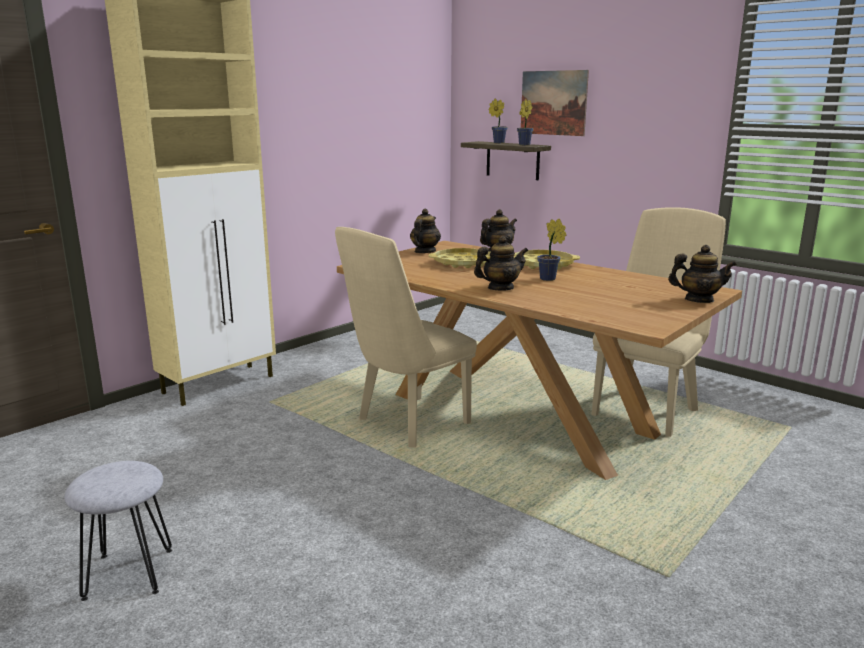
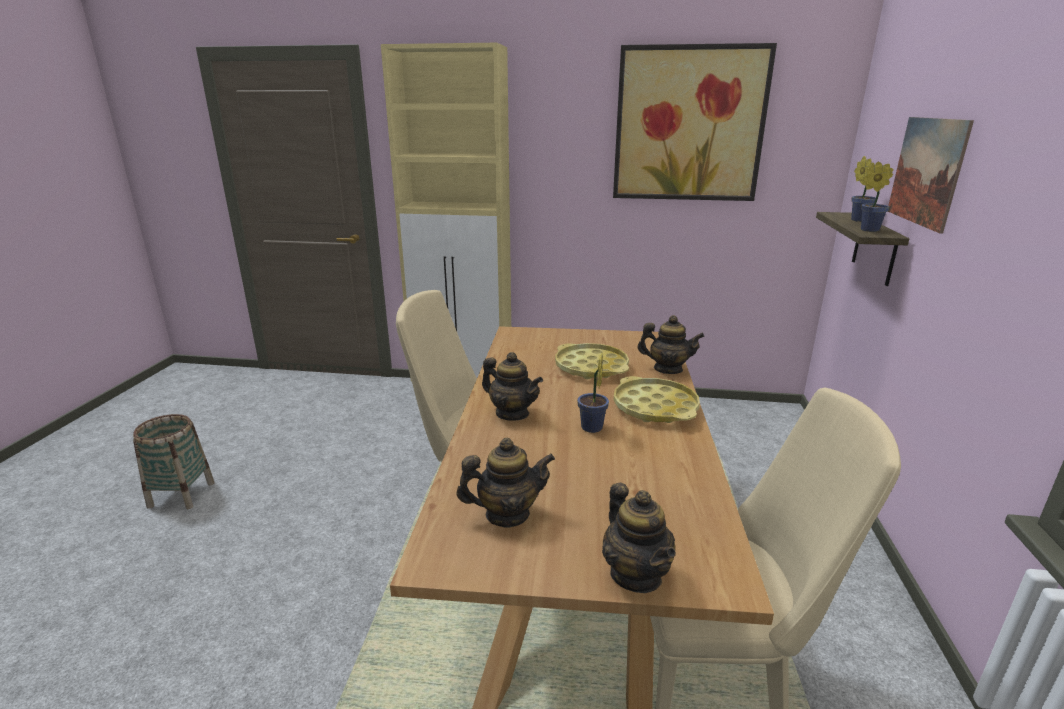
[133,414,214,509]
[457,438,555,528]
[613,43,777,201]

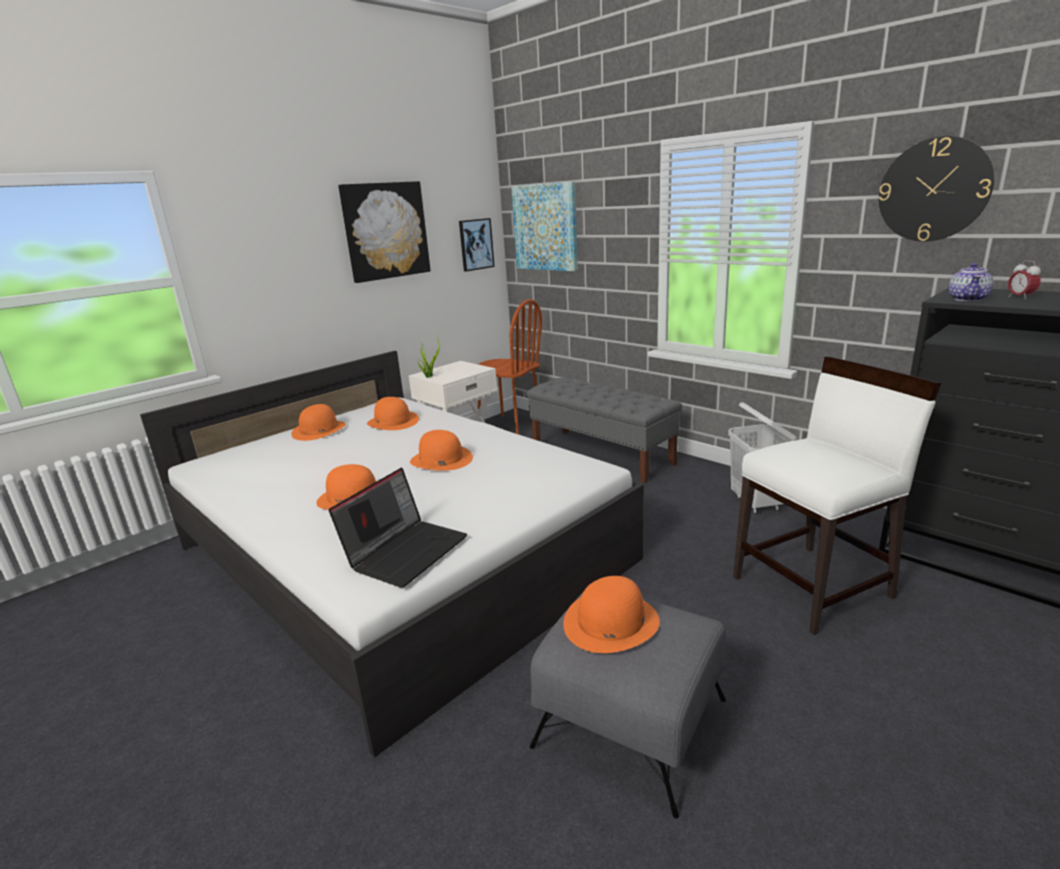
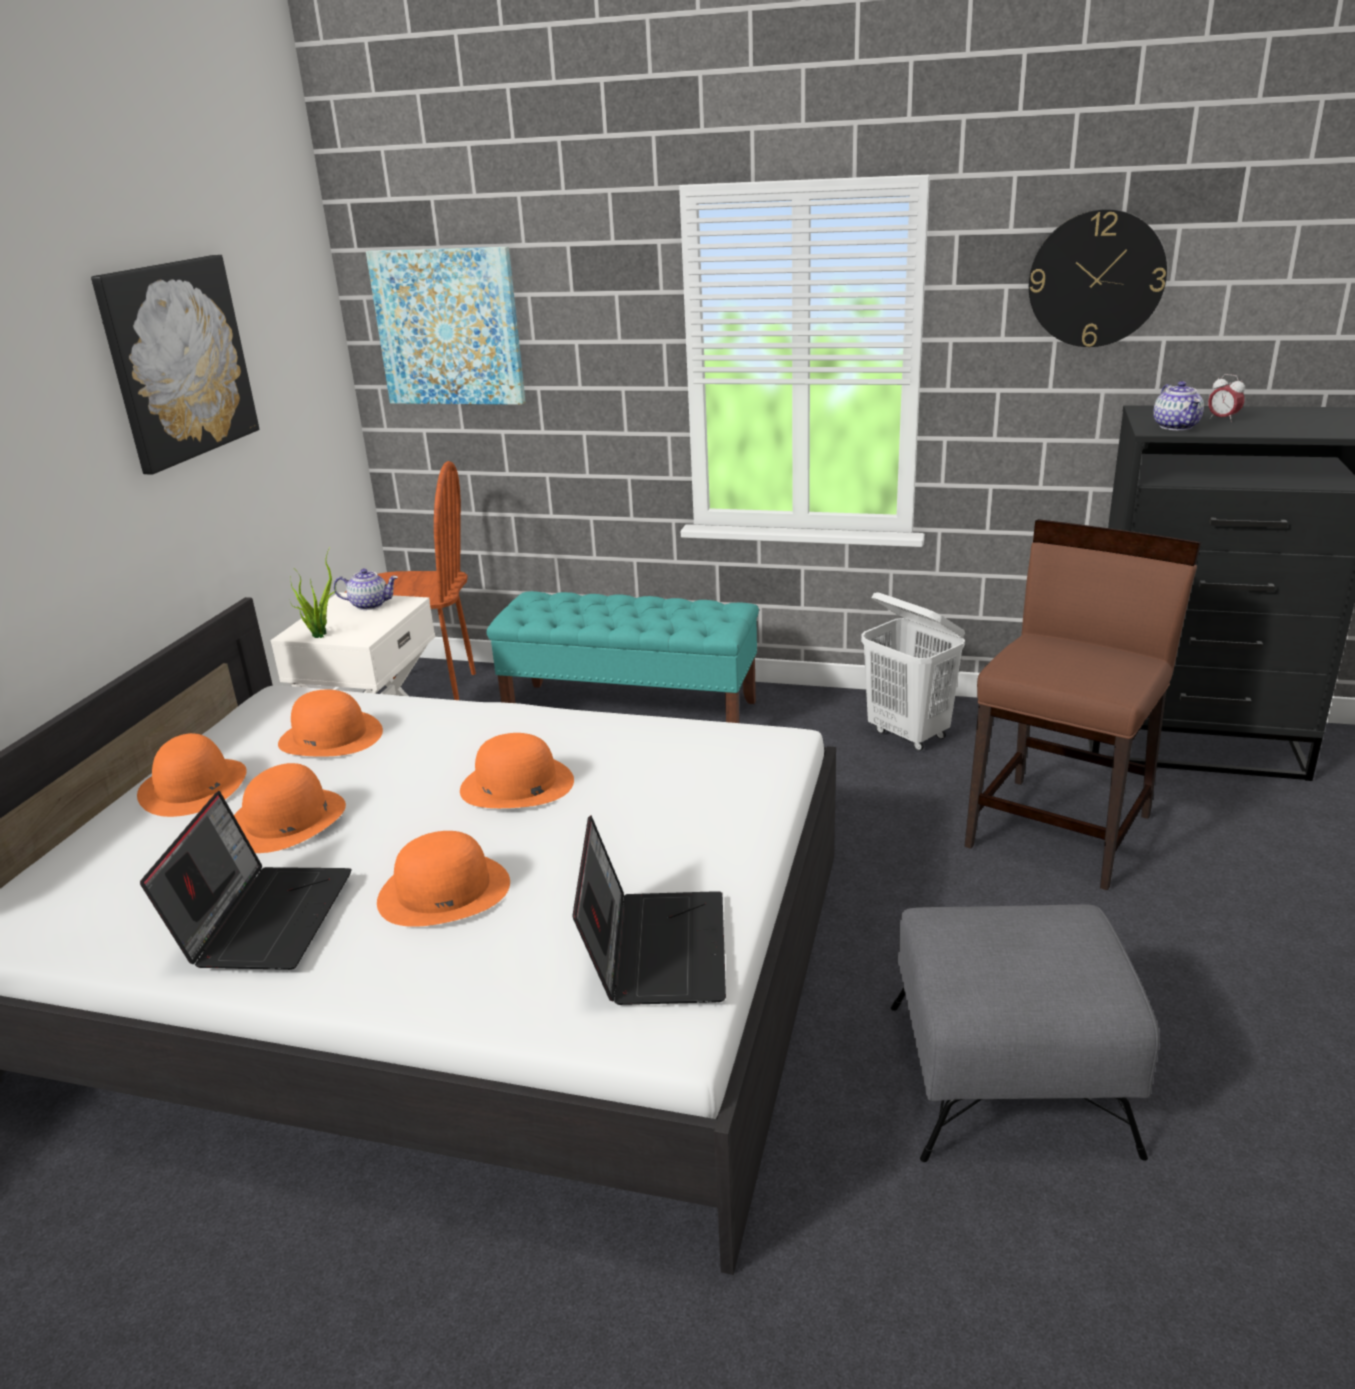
[459,218,495,271] (first image)
[487,591,759,723]
[234,763,346,853]
[964,519,1201,891]
[140,791,352,970]
[333,568,398,610]

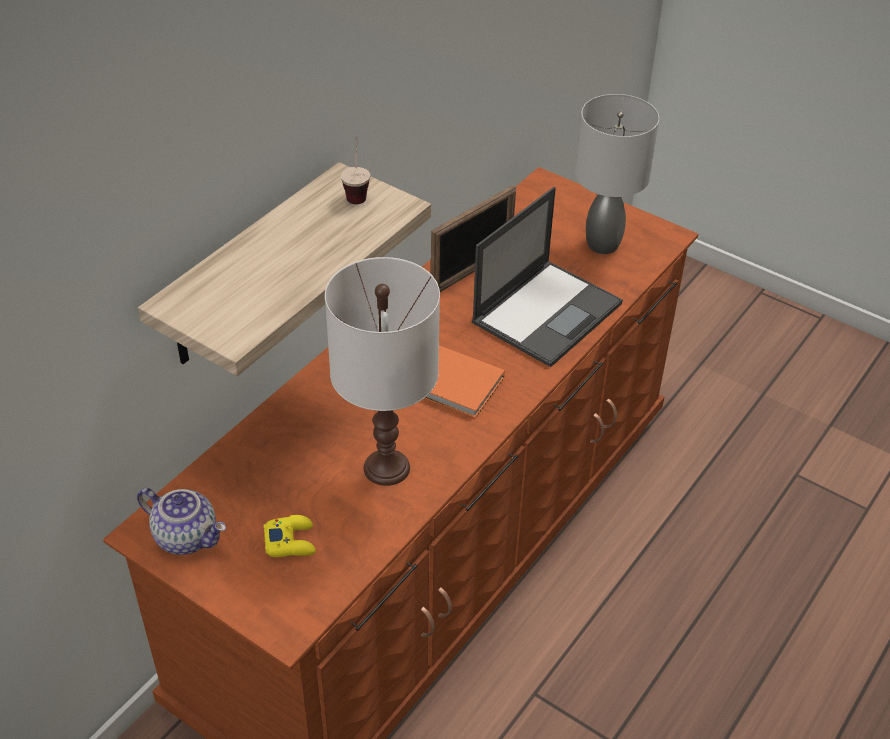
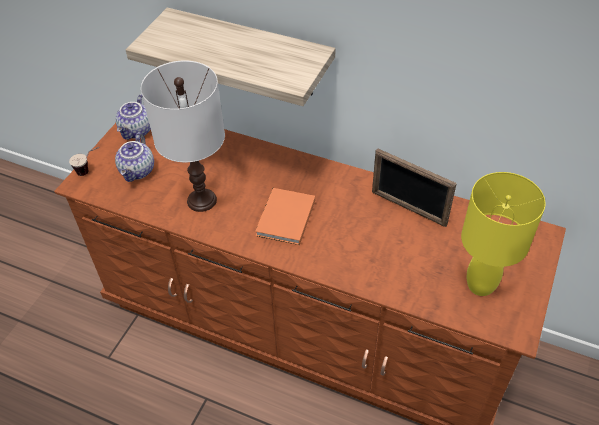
[115,132,154,182]
[69,147,99,176]
[472,187,623,367] (first image)
[461,172,545,296]

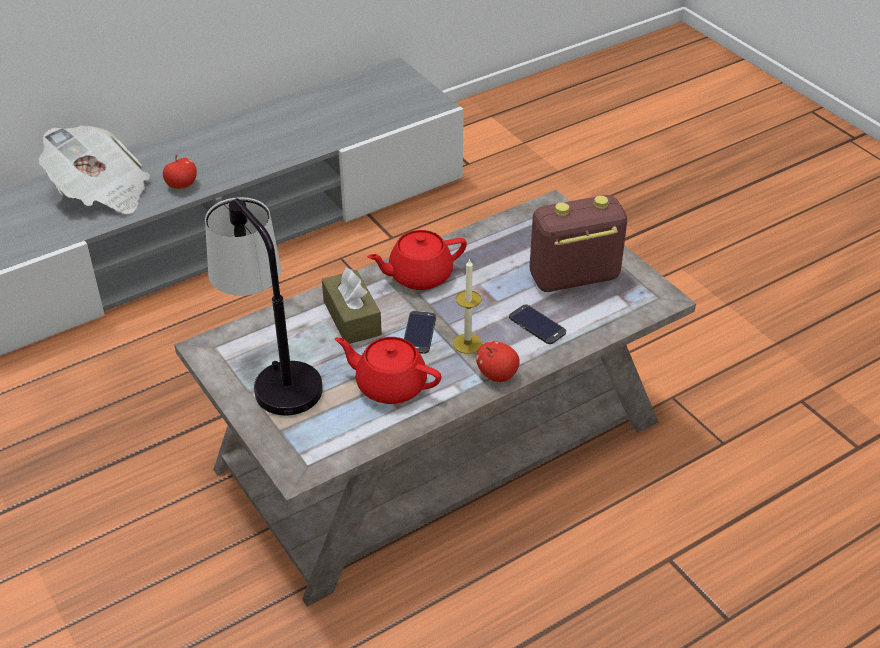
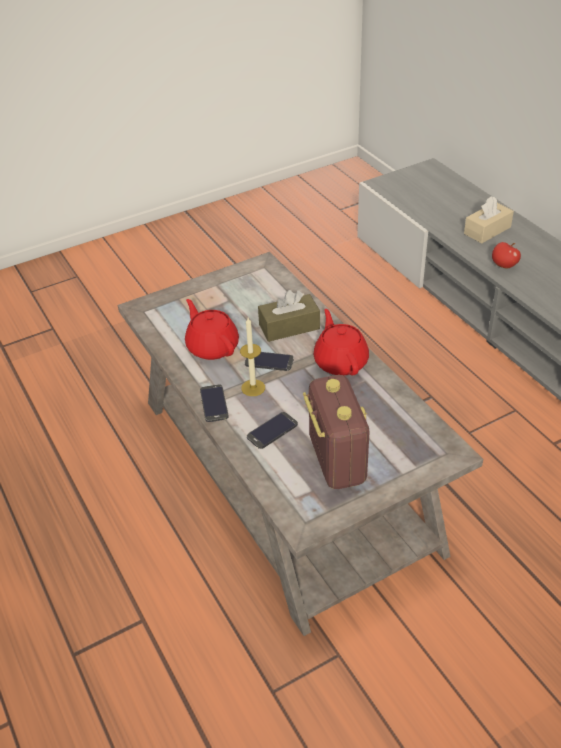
[464,196,514,243]
[205,197,323,416] (first image)
[185,299,239,360]
[200,384,229,422]

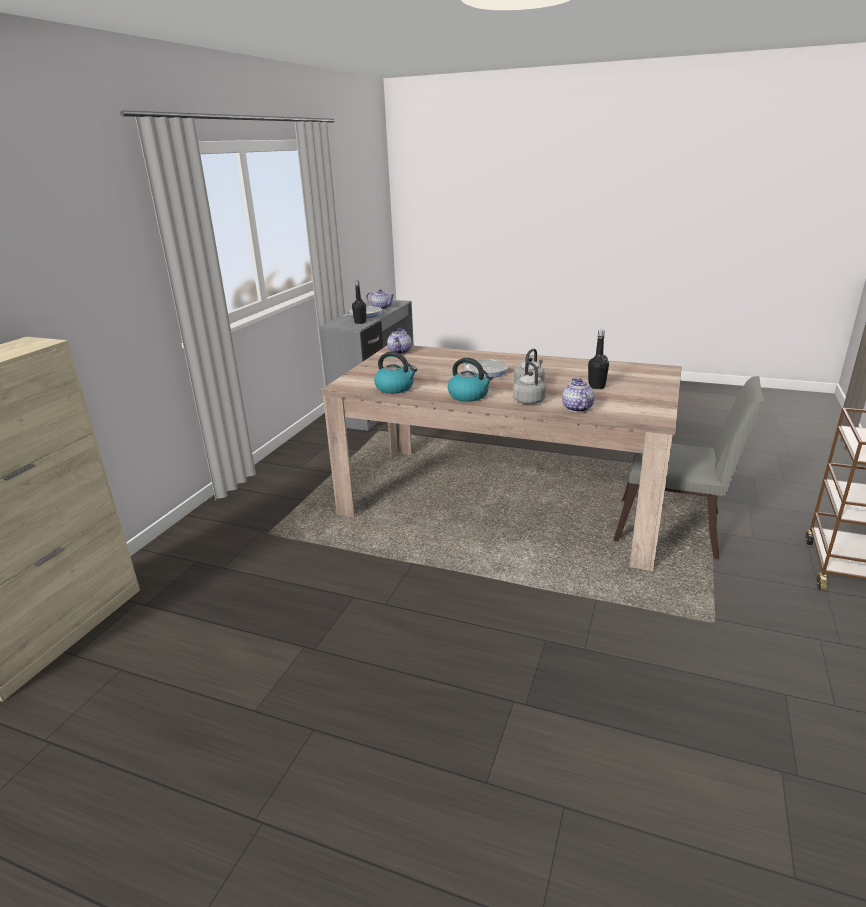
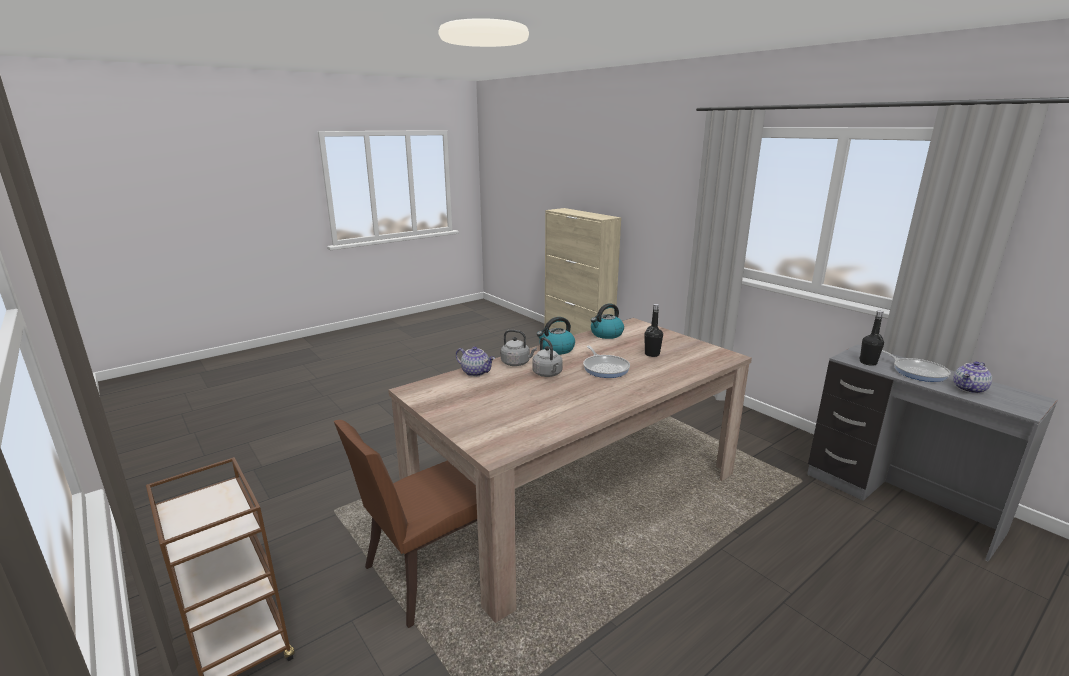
[387,328,412,354] (first image)
[645,304,663,357]
[334,420,477,628]

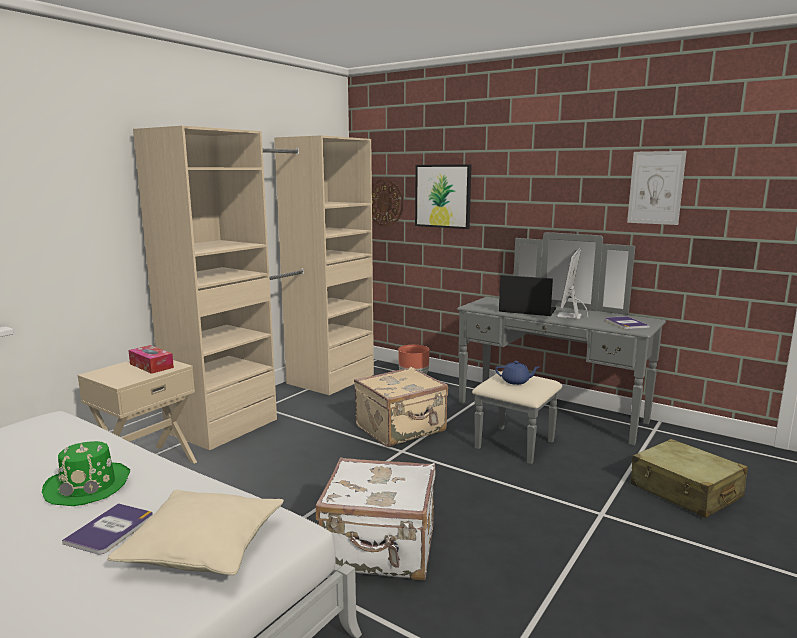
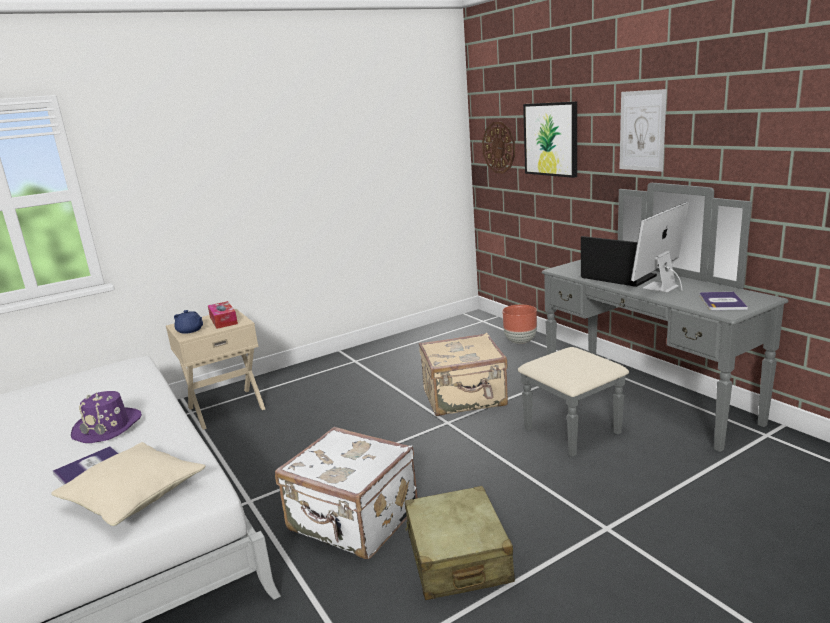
[71,391,142,443]
[133,126,374,450] (first image)
[174,310,203,334]
[619,89,667,172]
[405,486,515,600]

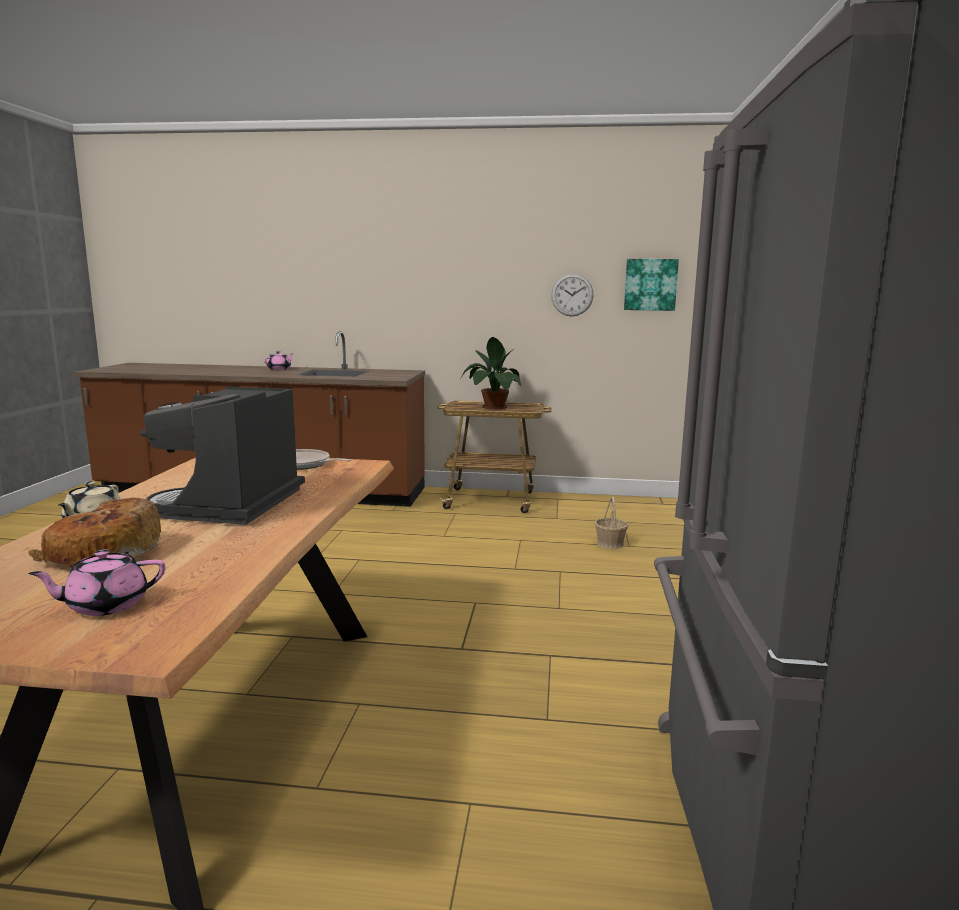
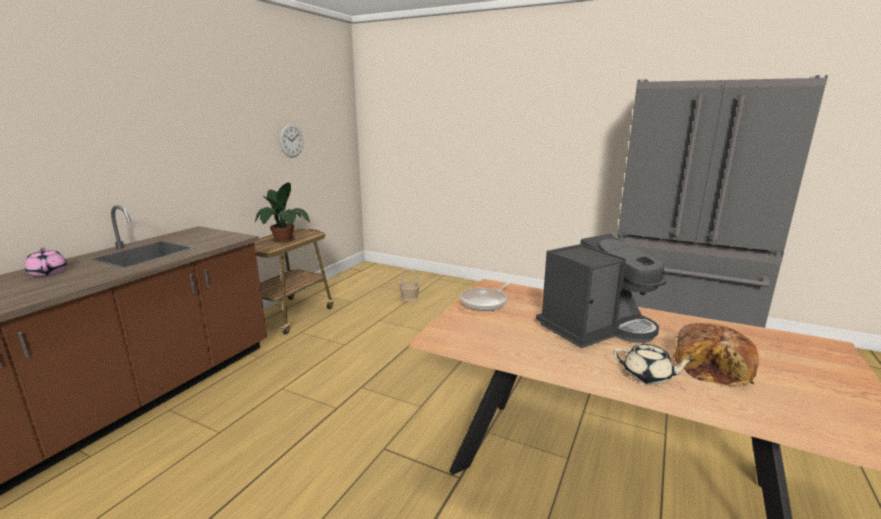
[28,550,165,616] (first image)
[536,234,666,348]
[624,259,679,311] (first image)

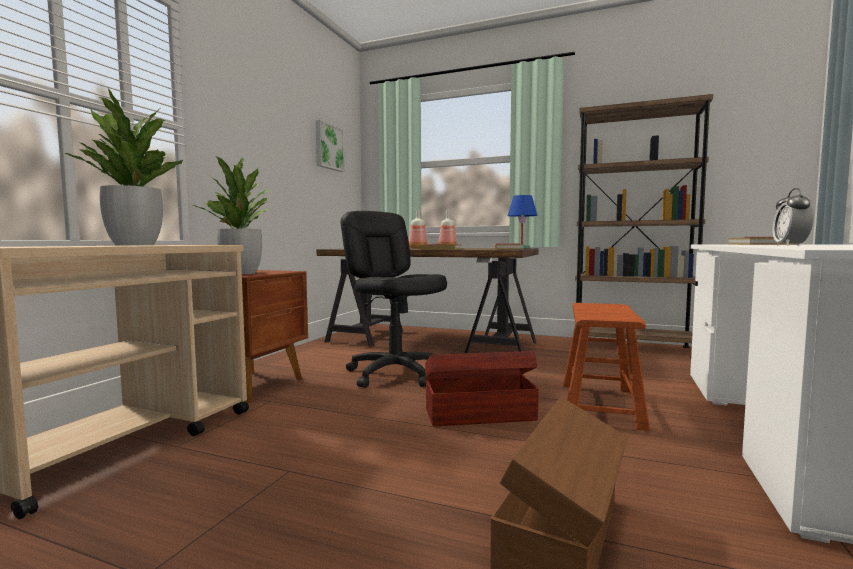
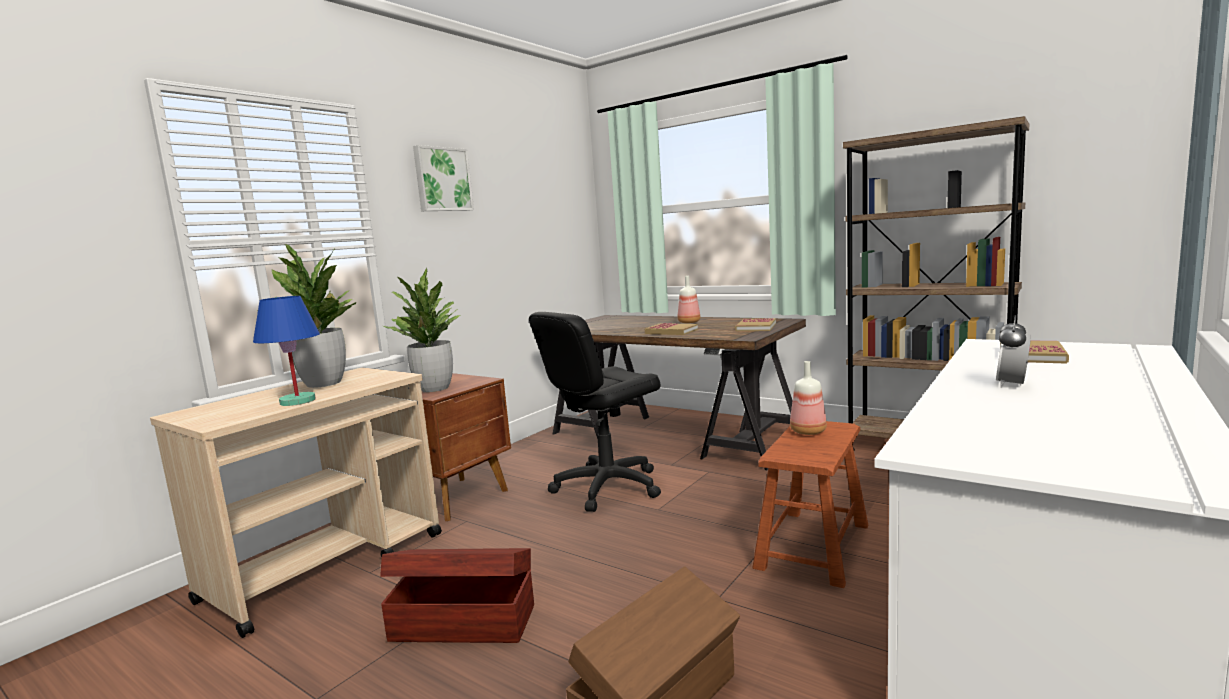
[413,145,474,211]
[529,312,661,512]
[790,361,827,435]
[380,548,534,643]
[253,296,320,406]

